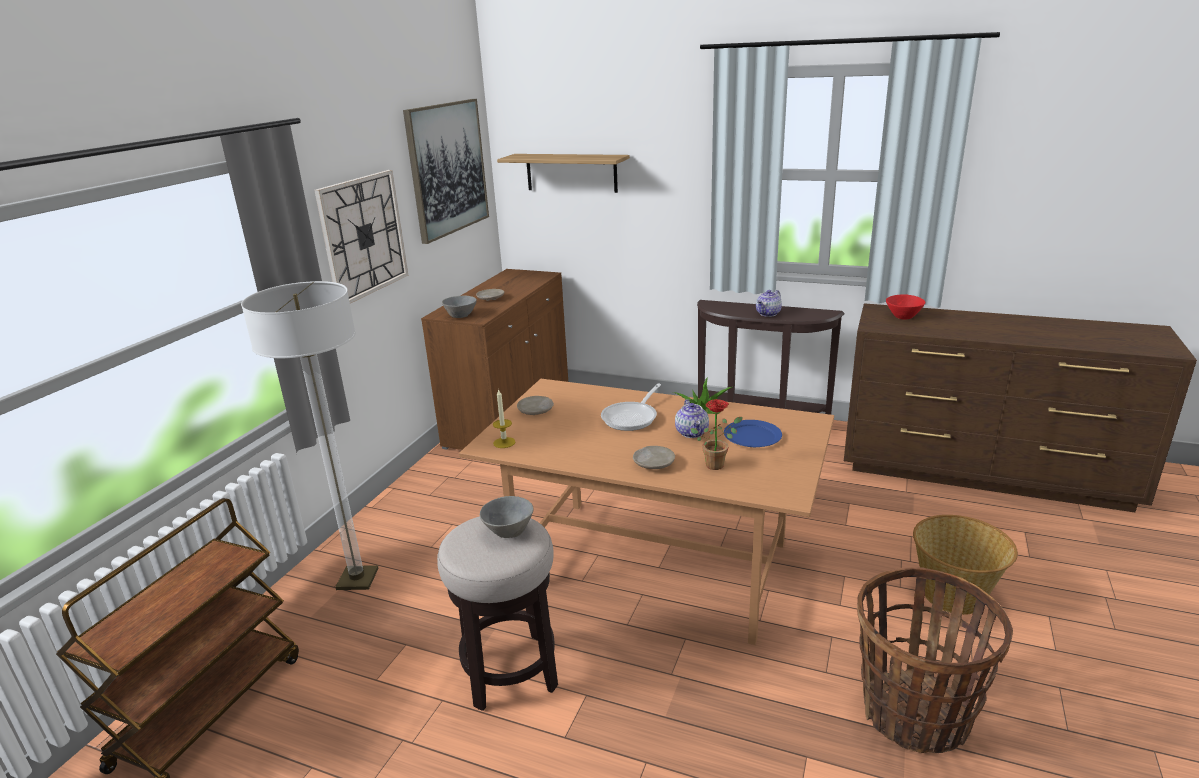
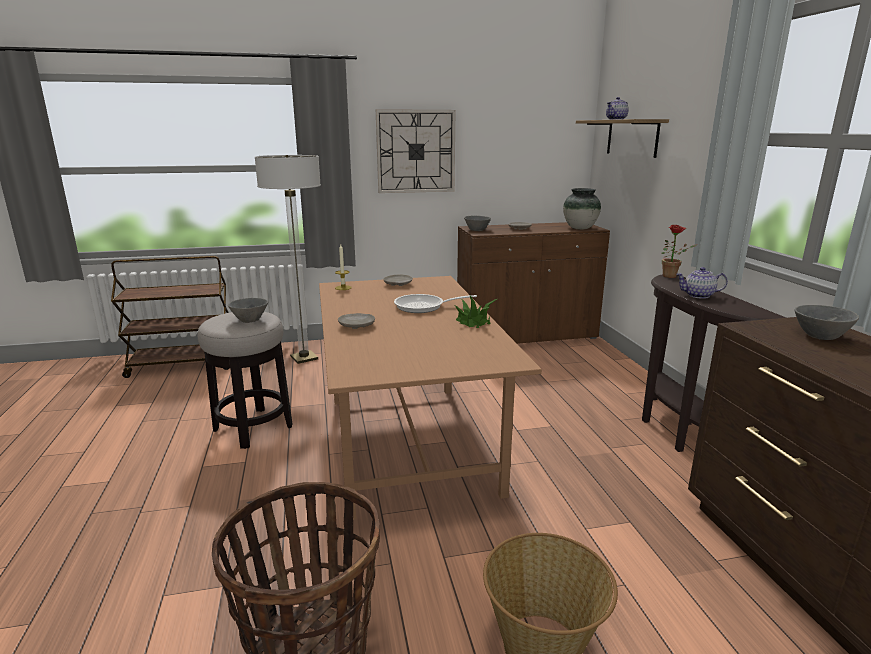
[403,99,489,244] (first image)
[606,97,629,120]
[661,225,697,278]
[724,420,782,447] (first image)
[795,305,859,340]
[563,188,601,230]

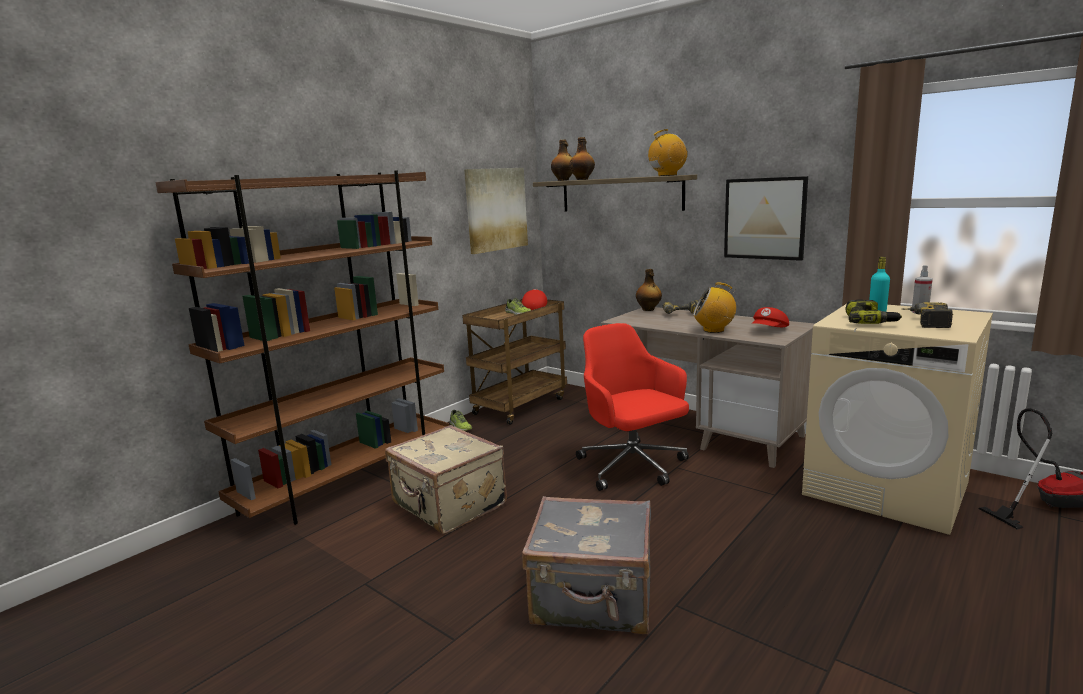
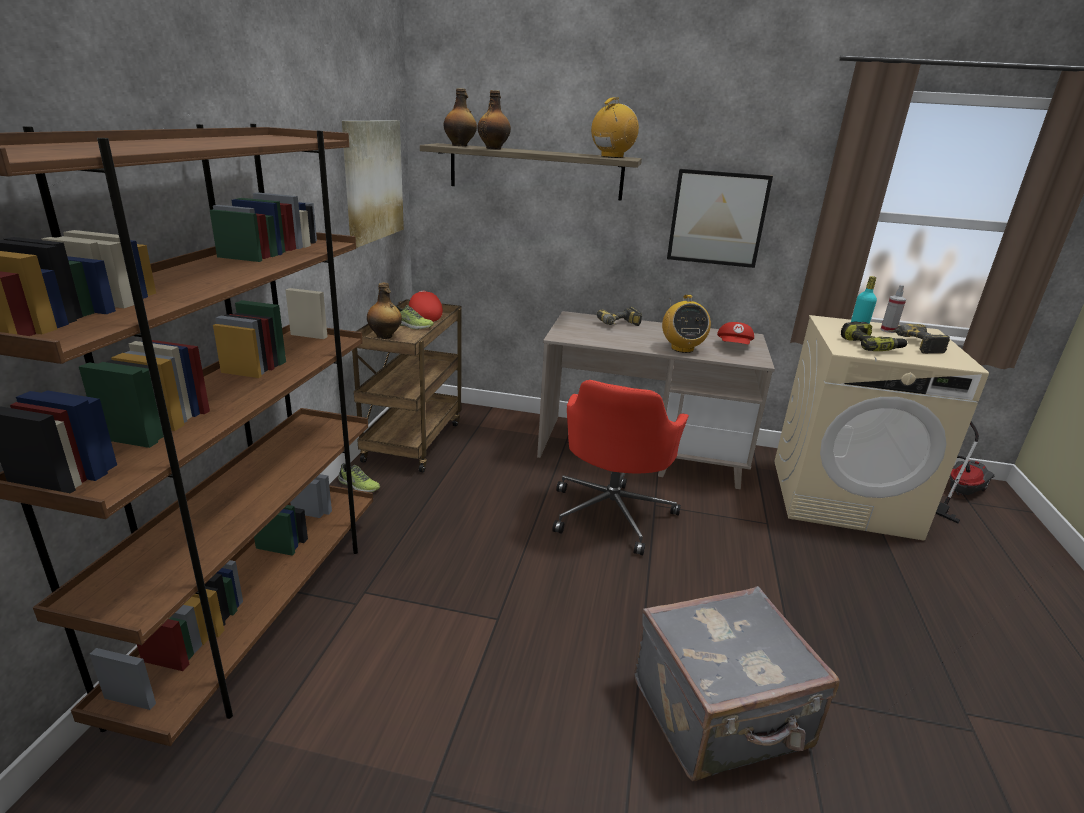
[385,425,507,534] (first image)
[552,380,689,555]
[367,283,402,339]
[662,295,711,353]

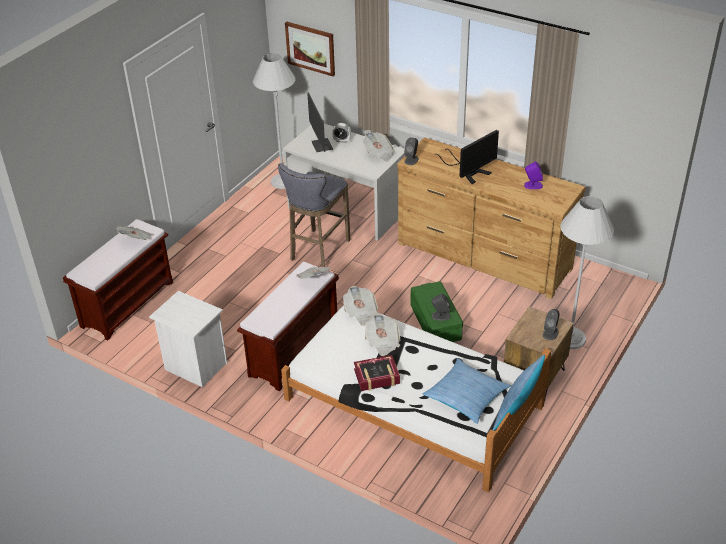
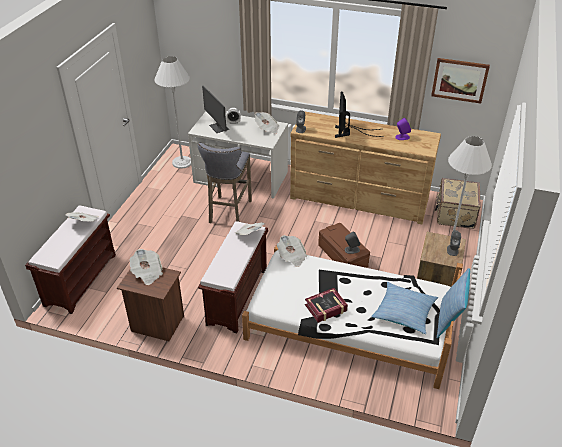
[117,267,184,341]
[431,58,490,104]
[129,249,163,285]
[318,223,370,268]
[335,92,384,138]
[434,178,481,229]

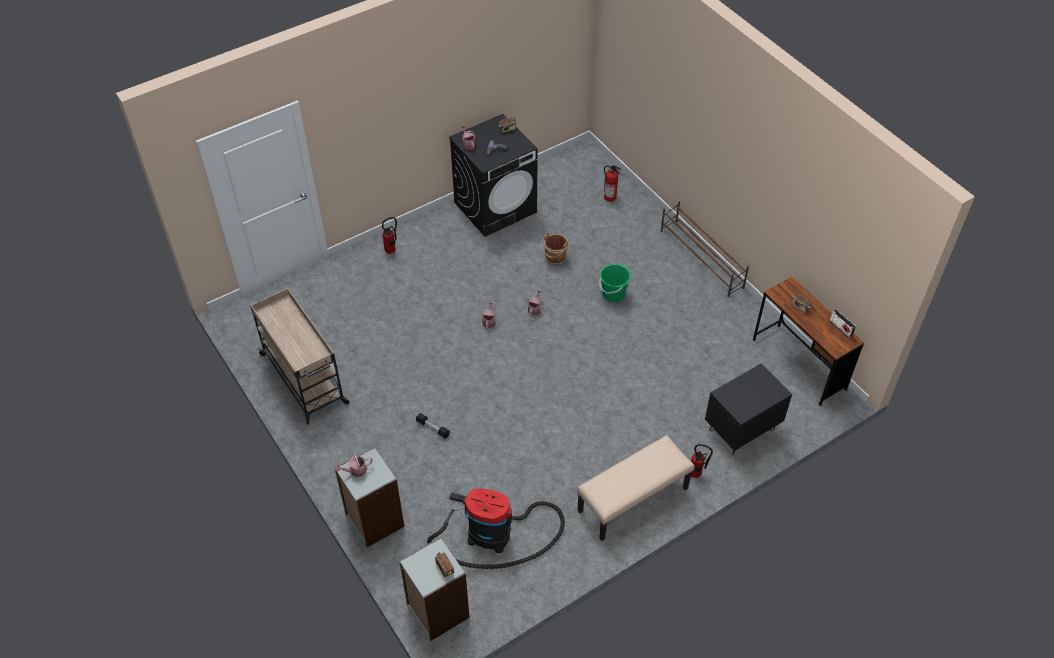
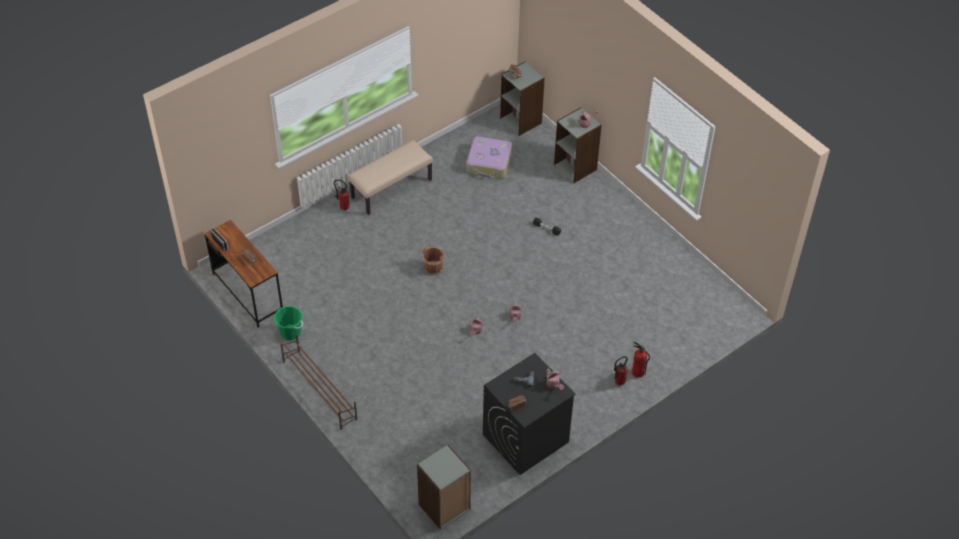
[250,288,349,425] (first image)
[466,136,512,178]
[422,247,446,275]
[274,306,303,340]
[632,342,650,377]
[705,363,792,455] (first image)
[417,445,471,530]

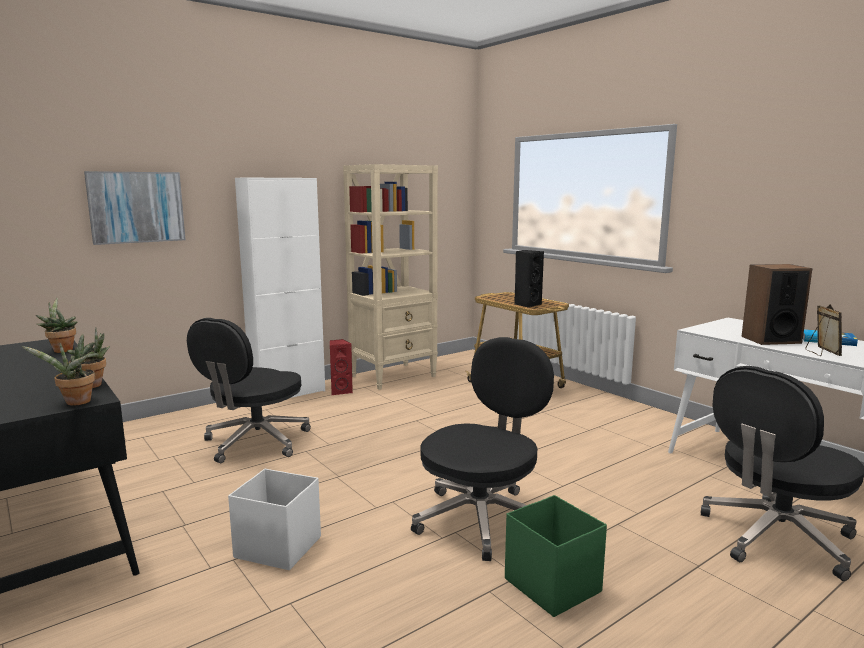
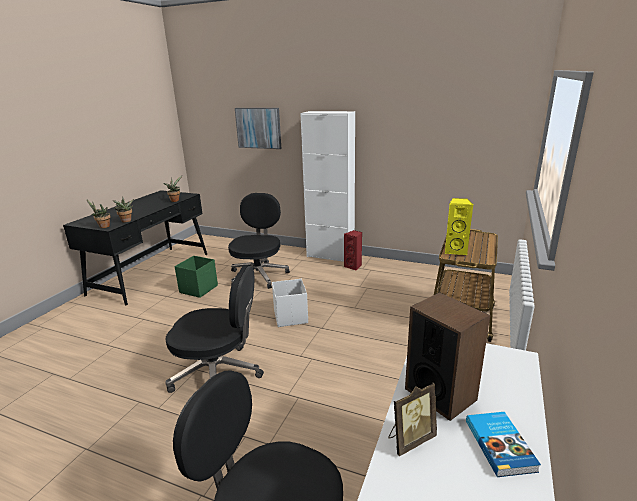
[228,193,290,289]
[272,279,308,327]
[343,164,438,390] (first image)
[175,256,218,298]
[445,198,473,255]

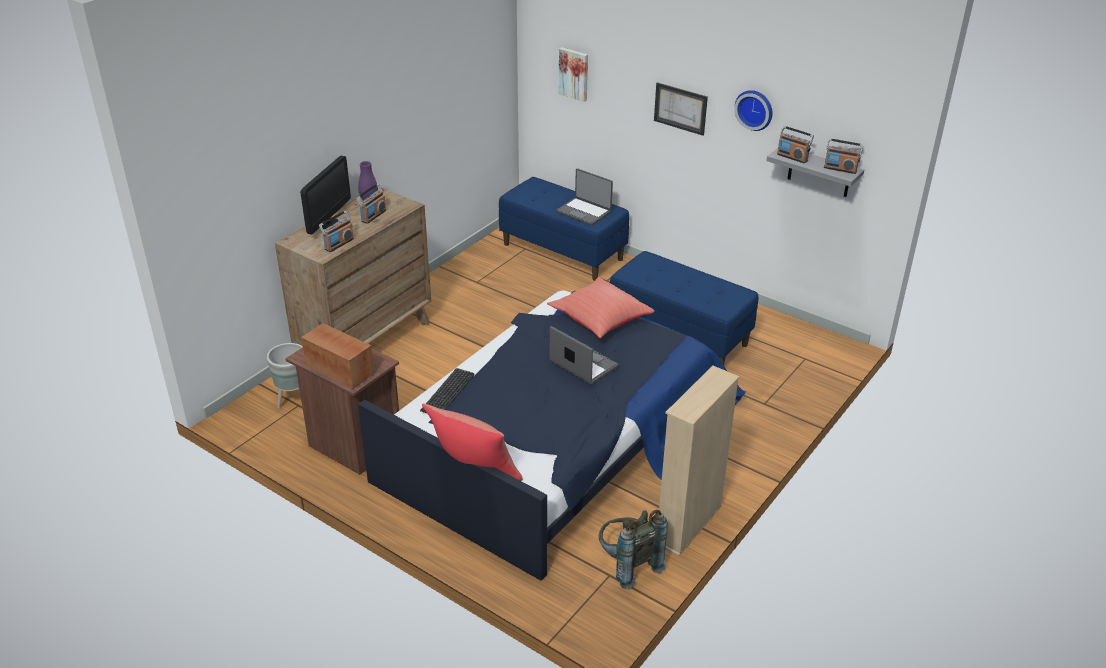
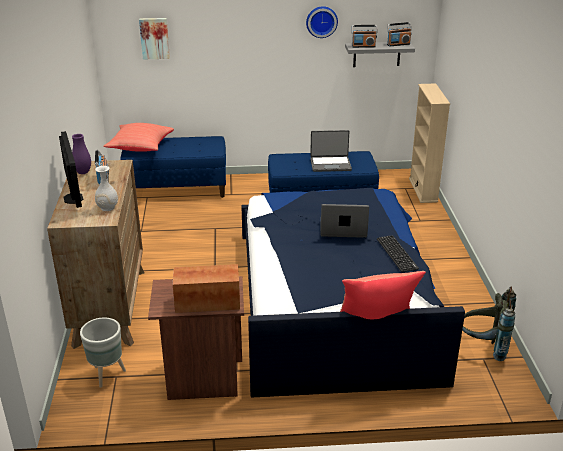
[95,166,118,211]
[377,235,419,272]
[103,123,174,152]
[310,130,352,172]
[654,82,708,136] (first image)
[409,83,450,203]

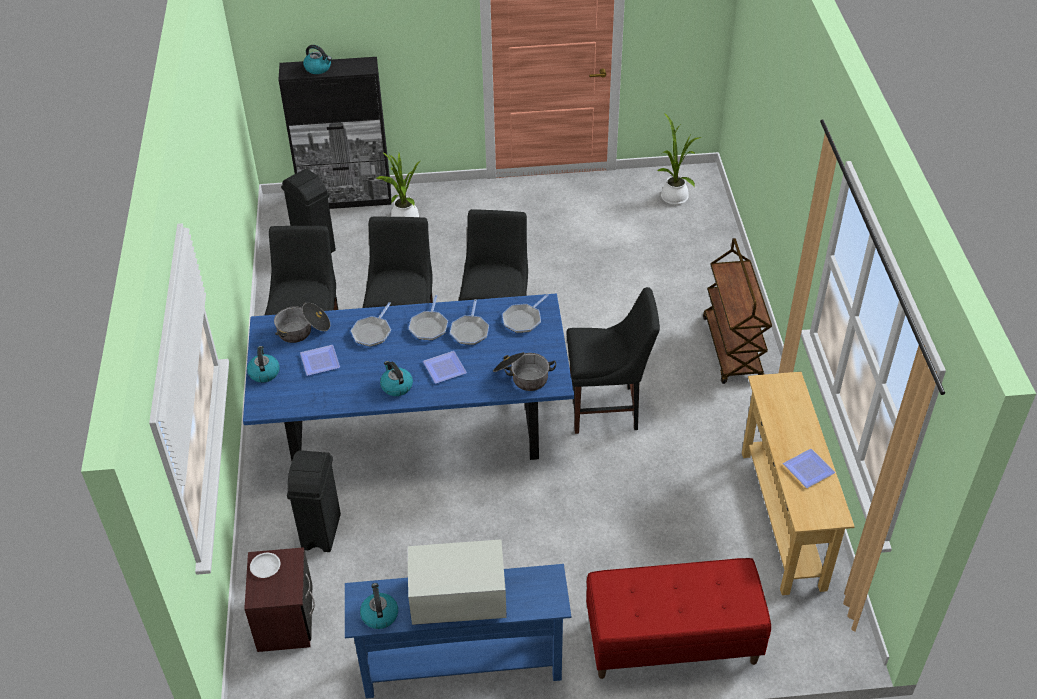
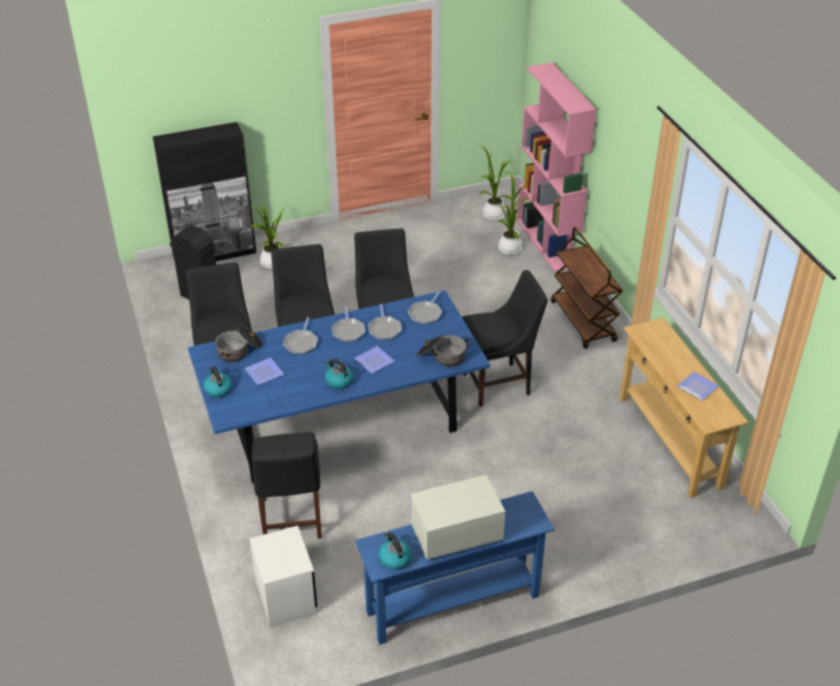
[250,526,317,627]
[250,553,280,578] (first image)
[251,432,322,539]
[303,45,332,74] (first image)
[586,558,771,679] (first image)
[498,173,529,255]
[517,62,596,272]

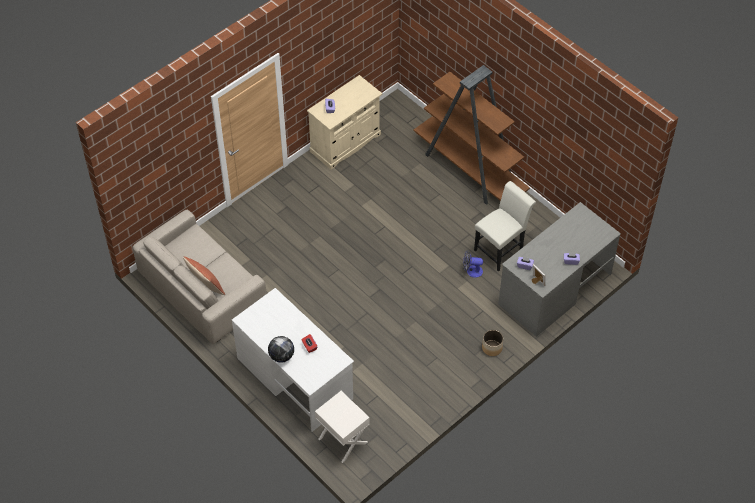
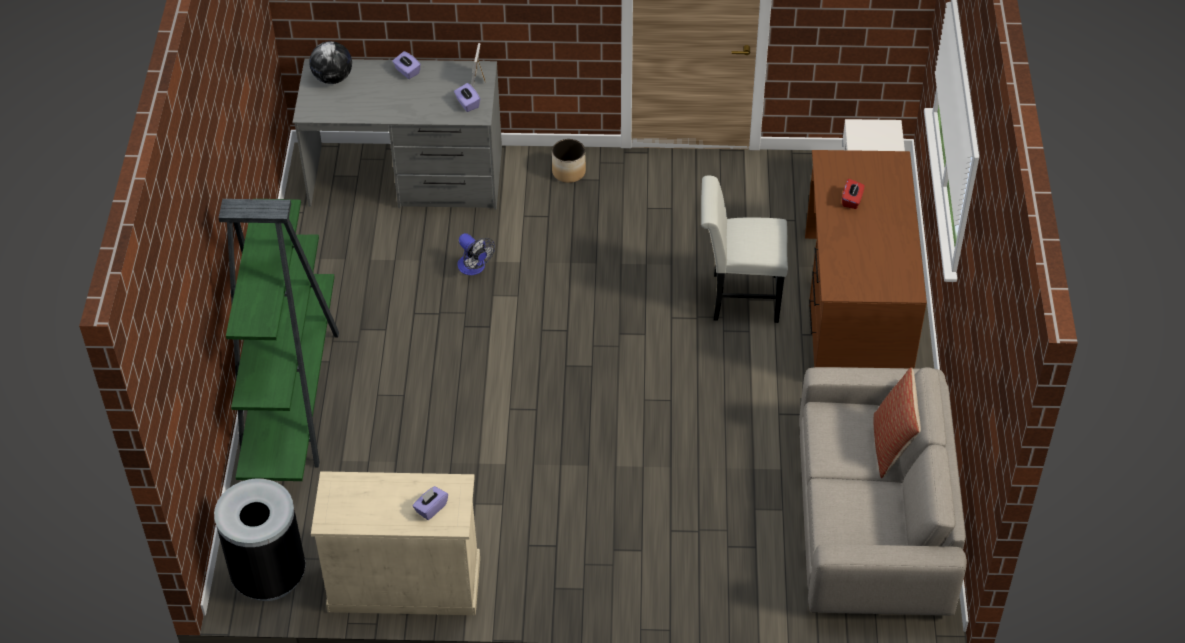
[805,150,927,369]
[309,41,352,84]
[218,199,339,481]
[701,175,788,323]
[214,478,306,601]

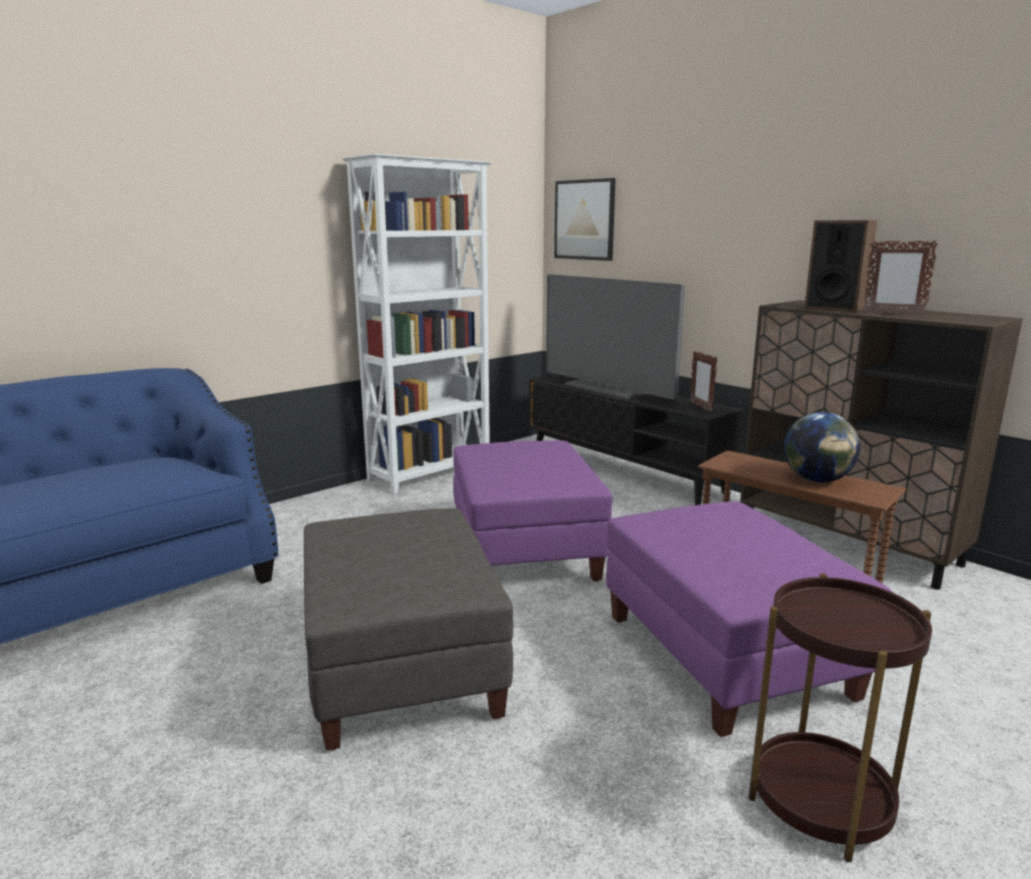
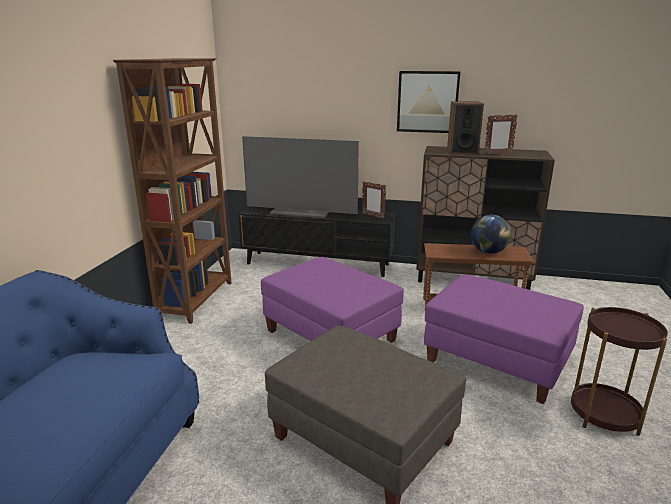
[113,58,231,324]
[397,71,461,133]

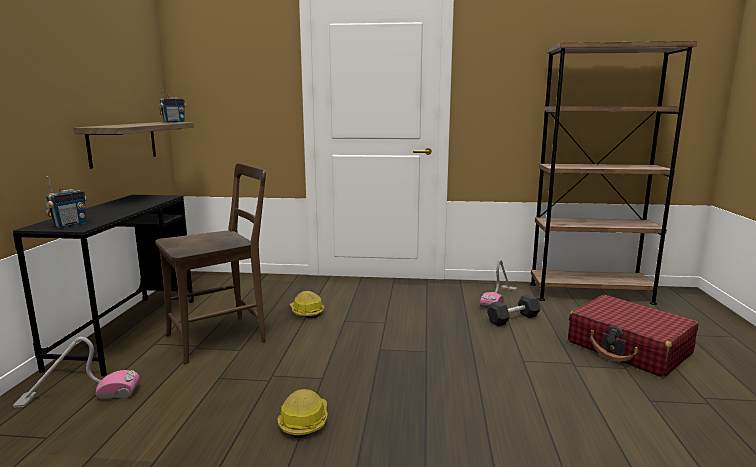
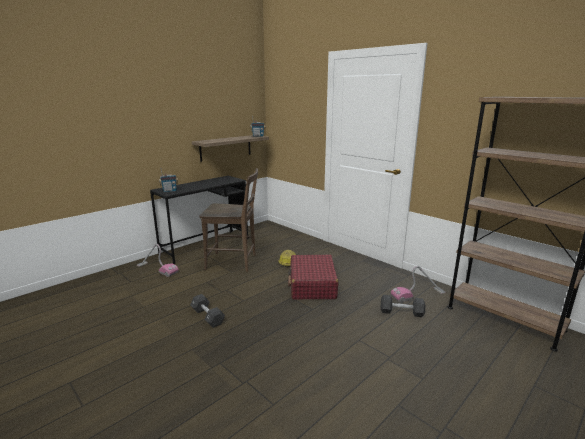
[190,294,225,328]
[288,255,339,300]

